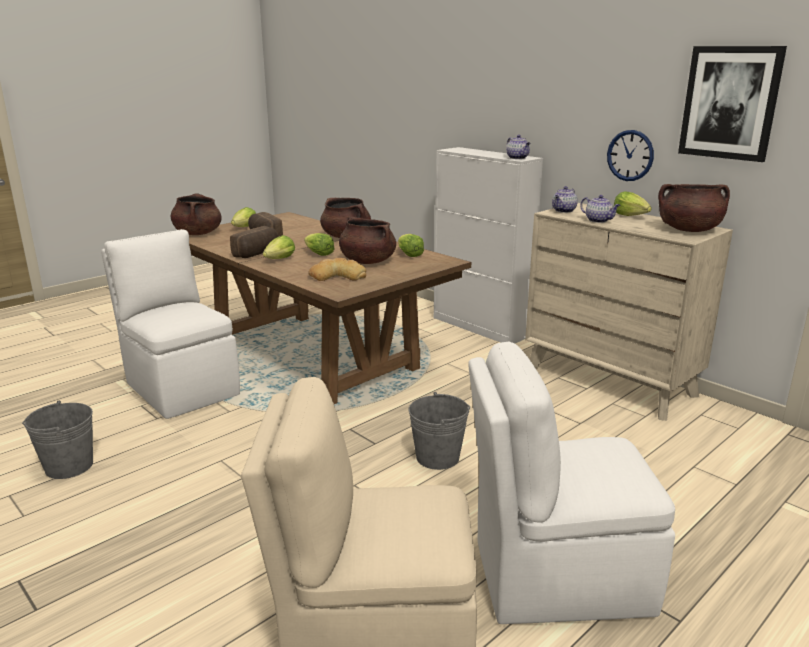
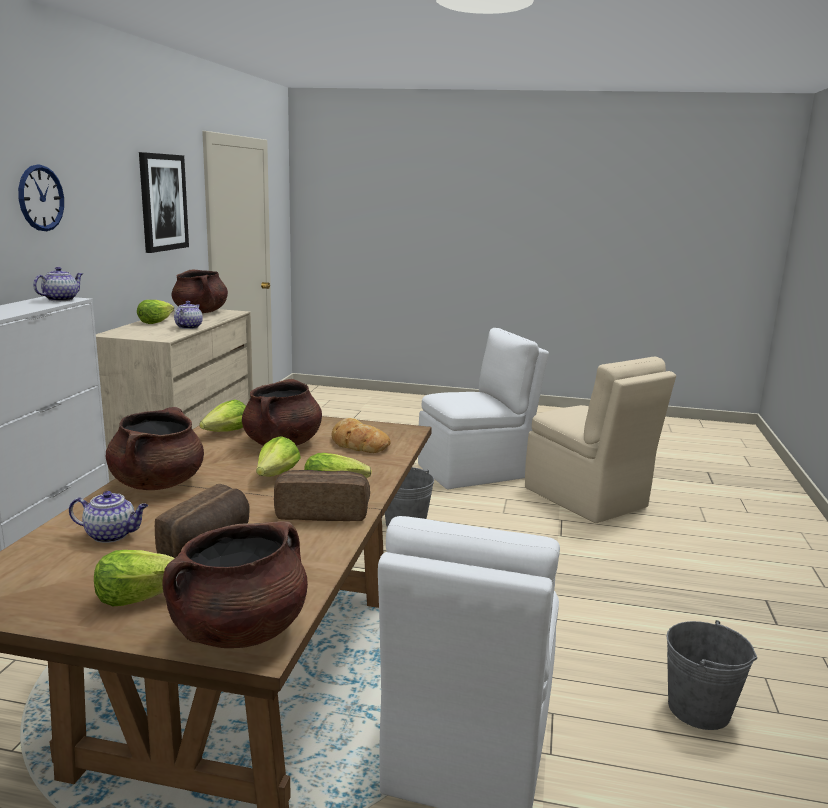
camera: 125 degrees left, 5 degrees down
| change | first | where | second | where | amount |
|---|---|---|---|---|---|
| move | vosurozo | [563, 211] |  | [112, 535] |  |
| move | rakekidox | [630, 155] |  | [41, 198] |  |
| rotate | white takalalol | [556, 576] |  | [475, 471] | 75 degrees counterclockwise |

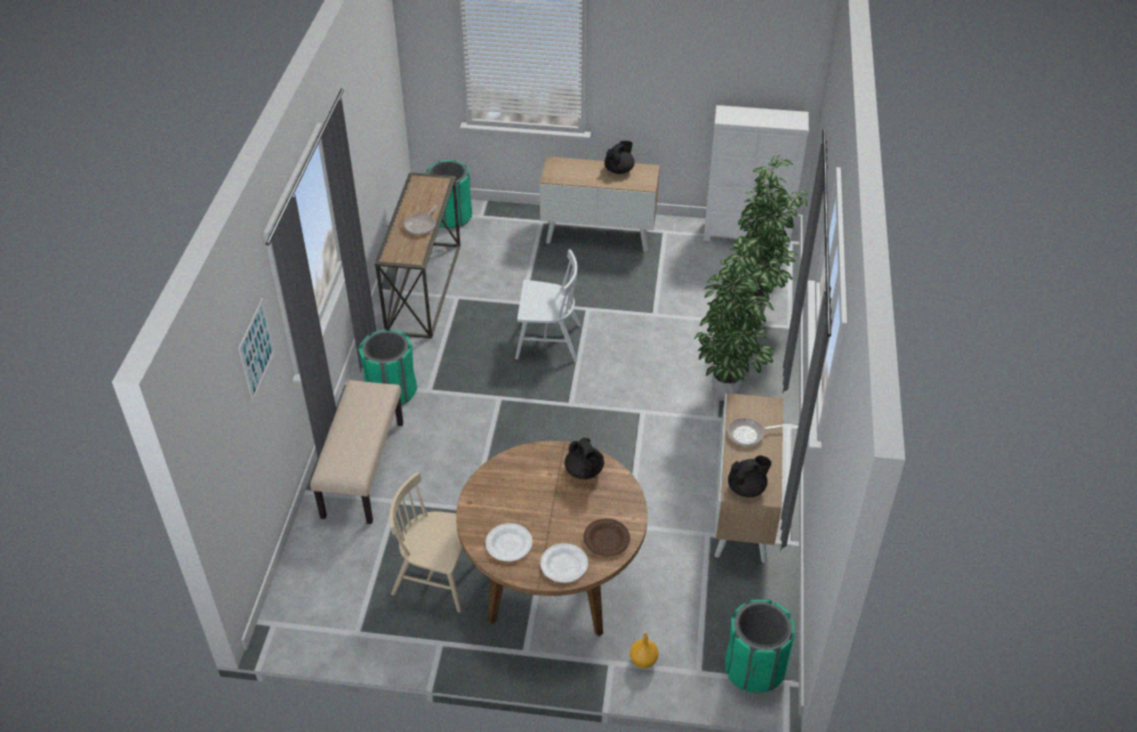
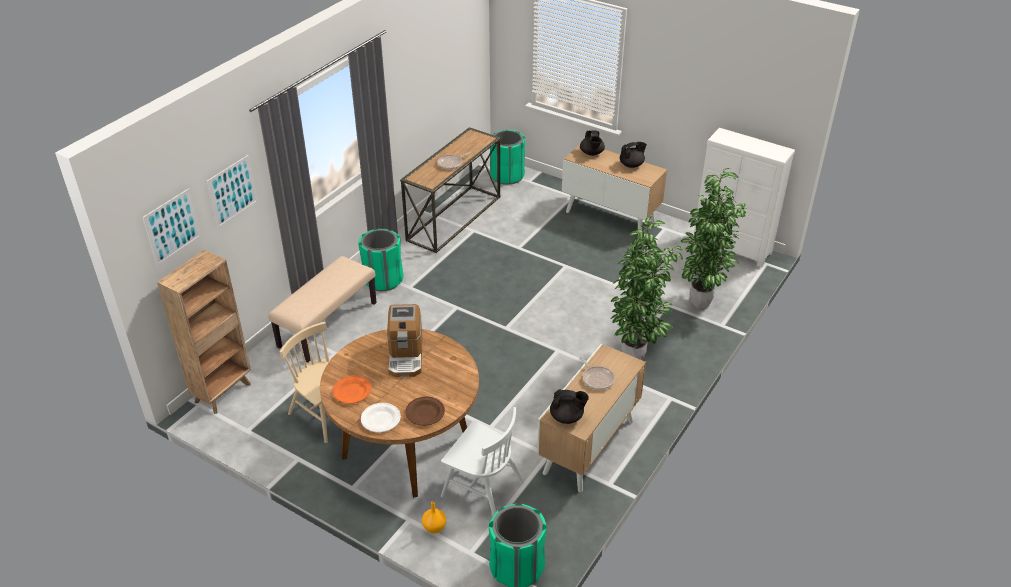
camera: 25 degrees right, 5 degrees down
| change | first | where | second | where | amount |
|---|---|---|---|---|---|
| insert |  |  | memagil | [172, 227] |  |
| insert |  |  | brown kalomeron | [224, 392] |  |
| insert |  |  | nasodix | [405, 356] |  |
| move | white takalalol | [548, 341] |  | [482, 488] |  |
| move | black vosurozo | [584, 471] |  | [592, 153] |  |
| recolor | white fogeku | [508, 544] | orange fogeku | [352, 391] |  |
| rotate | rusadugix | [748, 434] |  | [597, 379] | 135 degrees counterclockwise |

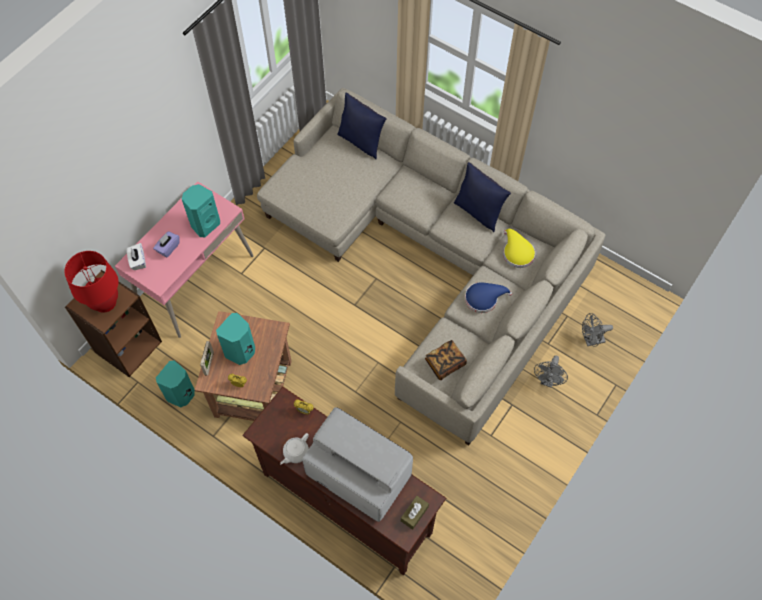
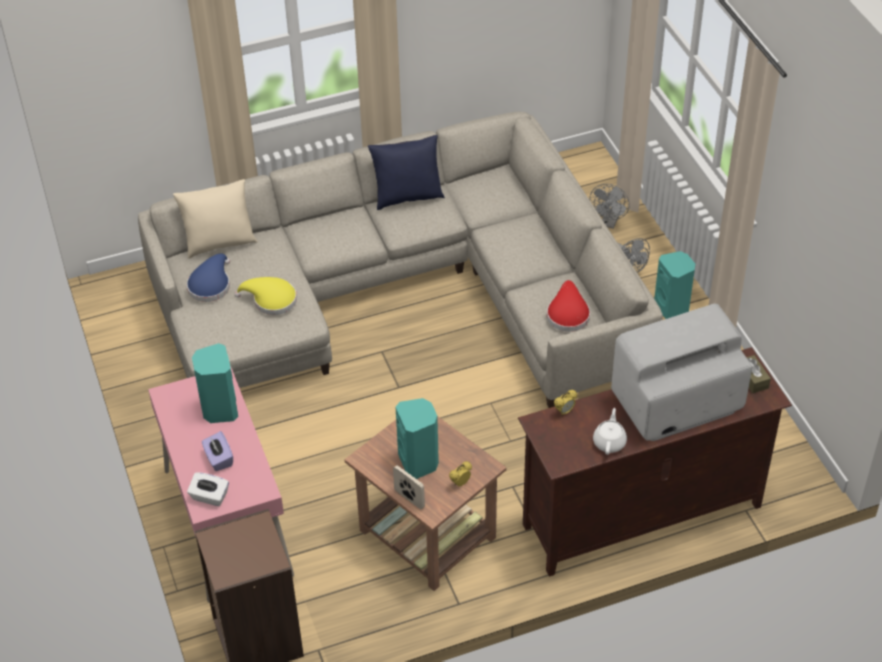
camera: 55 degrees left, 15 degrees down
| change | first | where | second | where | amount |
|---|---|---|---|---|---|
| delete | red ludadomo | [105, 302] |  |  |  |
| move | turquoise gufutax | [181, 395] |  | [672, 308] |  |
| move | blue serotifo | [484, 298] |  | [210, 285] |  |
| move | yellow serotifo | [517, 252] |  | [271, 300] |  |
| replace | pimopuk | [445, 363] | red serotifo | [567, 314] |  |
| recolor | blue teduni | [361, 141] | beige teduni | [219, 243] |  |
| rotate | white vosurozo | [295, 452] |  | [609, 442] | 150 degrees counterclockwise |

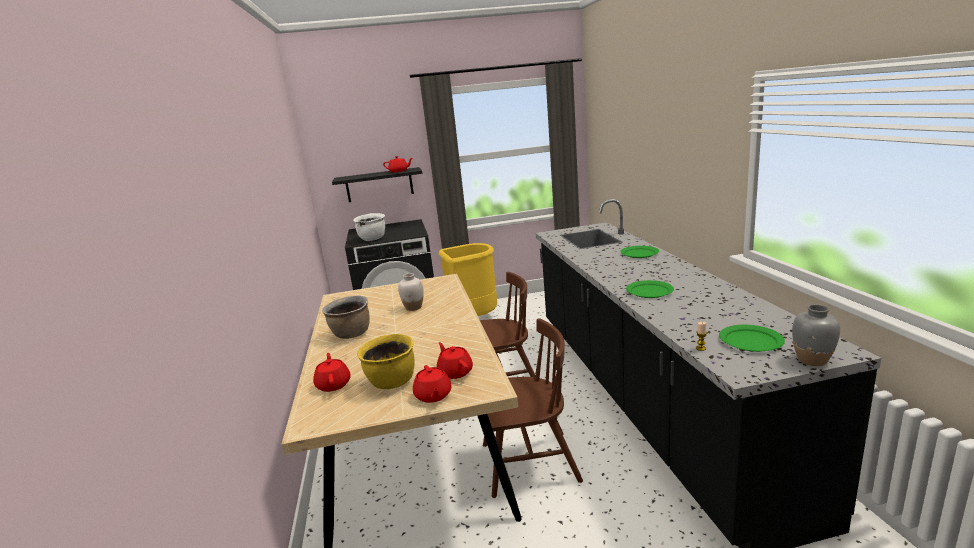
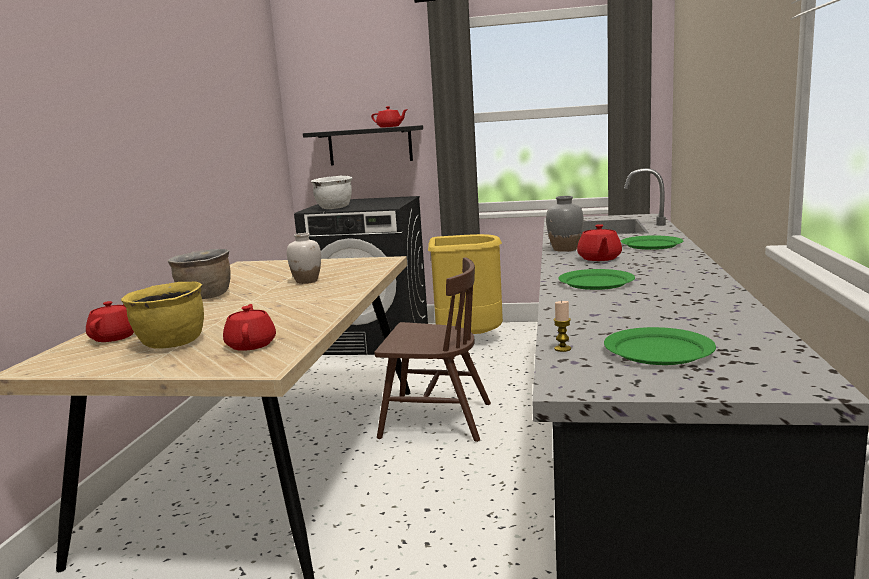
camera: 20 degrees right, 5 degrees down
| change | first | where | second | where | amount |
|---|---|---|---|---|---|
| delete | brown takalalol | [529, 463] |  |  |  |
| move | red vosurozo | [433, 396] |  | [599, 259] |  |
| move | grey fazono | [812, 360] |  | [565, 249] |  |

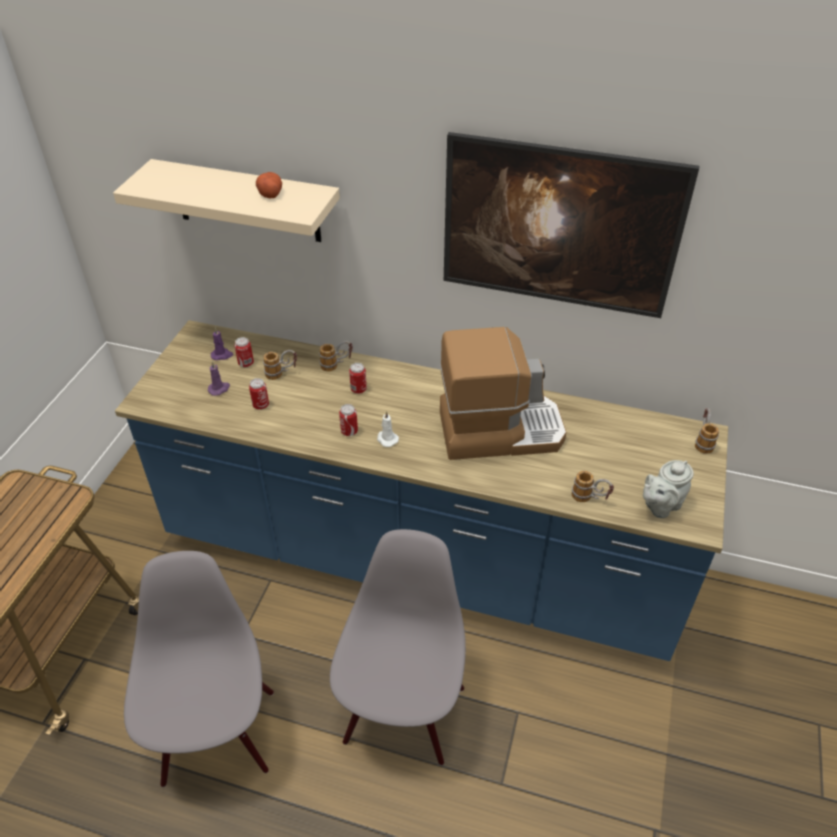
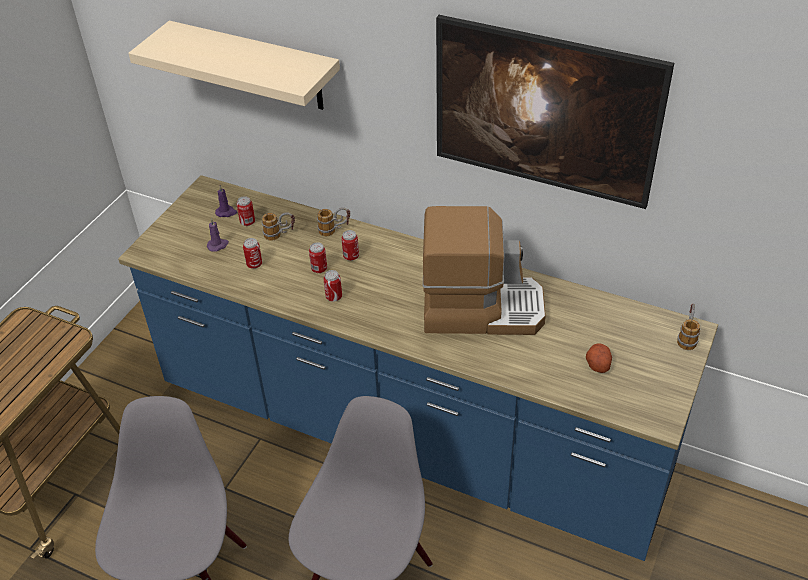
camera: 10 degrees right, 0 degrees up
| change | first | where | second | where | amount |
|---|---|---|---|---|---|
| delete | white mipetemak | [386, 439] |  |  |  |
| delete | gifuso | [590, 498] |  |  |  |
| delete | grey vosurozo | [660, 506] |  |  |  |
| insert |  |  | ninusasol | [319, 269] |  |
| move | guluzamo | [270, 193] |  | [597, 363] |  |

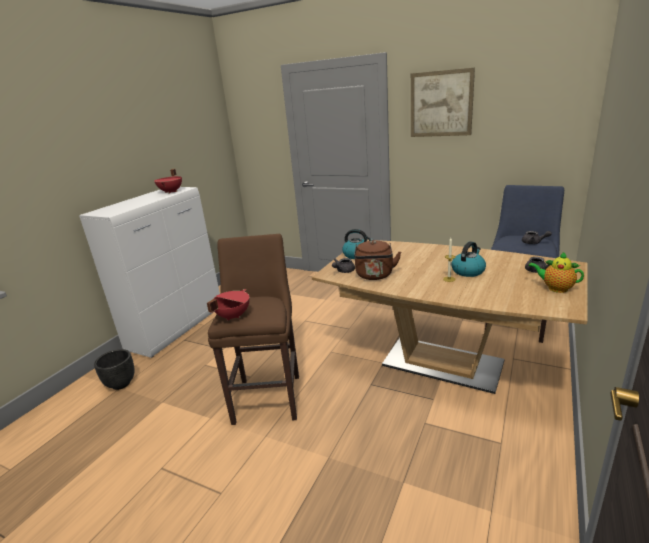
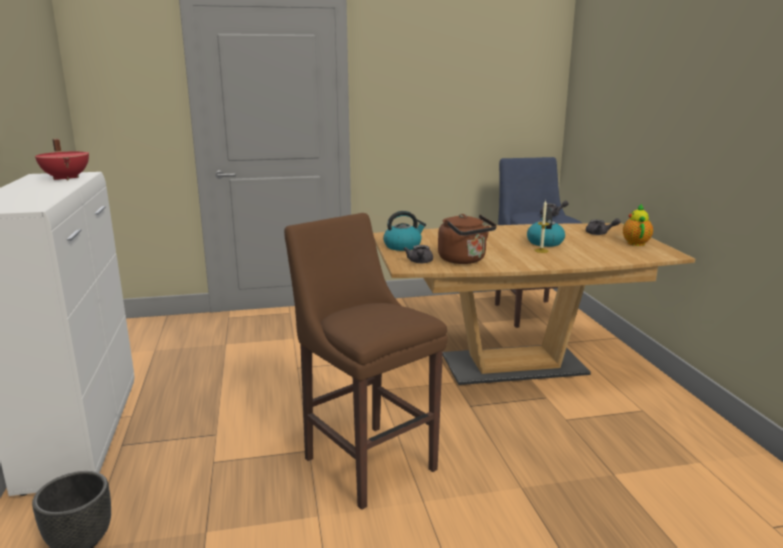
camera: 40 degrees left, 5 degrees down
| change | first | where | second | where | amount |
|---|---|---|---|---|---|
| delete | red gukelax | [232, 316] |  |  |  |
| delete | memagil | [441, 104] |  |  |  |
| rotate | vosurozo | [555, 288] |  | [635, 243] | 105 degrees clockwise |

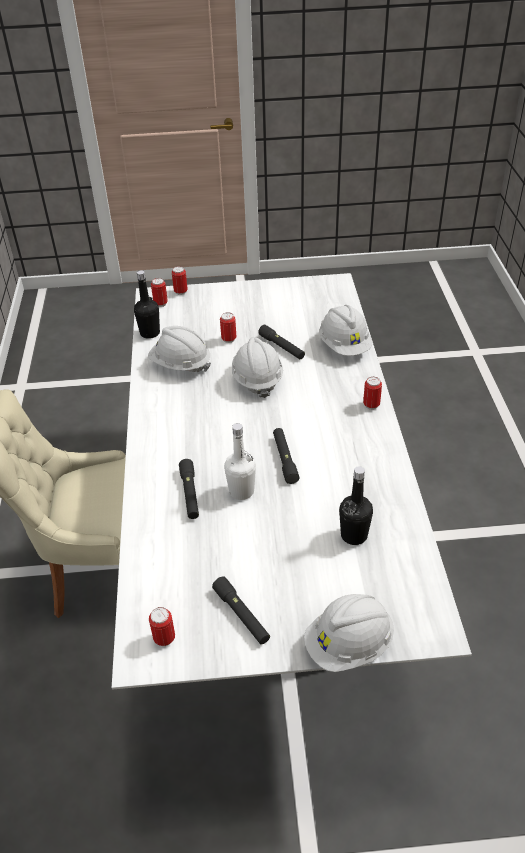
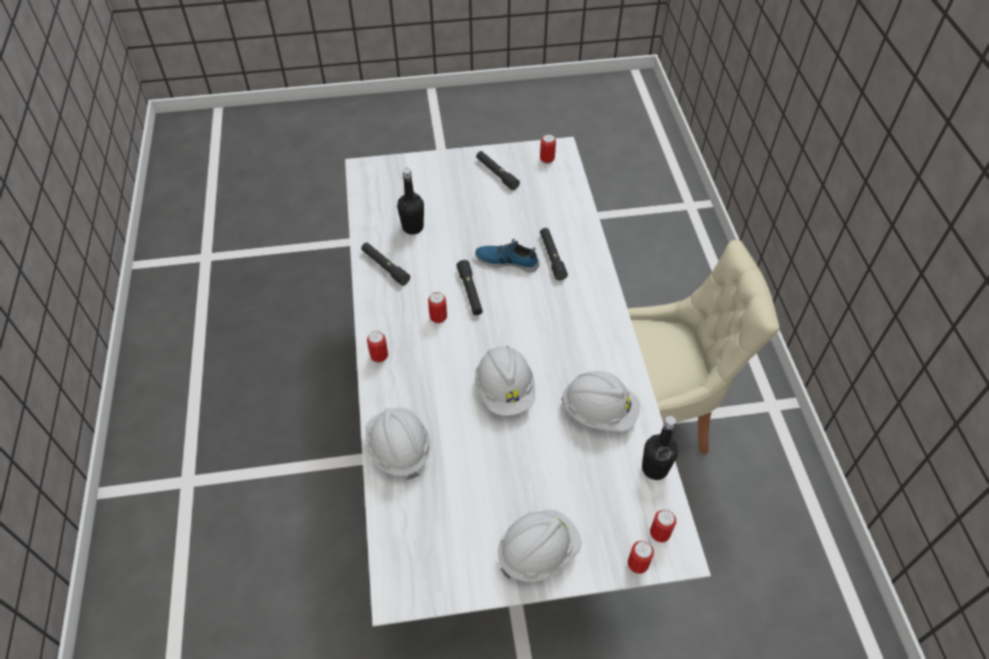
camera: 175 degrees right, 10 degrees up
| change | first | where | second | where | amount |
|---|---|---|---|---|---|
| move | ninusasol | [229, 339] |  | [438, 318] |  |
| move | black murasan | [282, 347] |  | [385, 267] |  |
| move | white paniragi | [349, 645] |  | [538, 552] |  |
| replace | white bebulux | [241, 491] | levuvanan | [507, 260] |  |

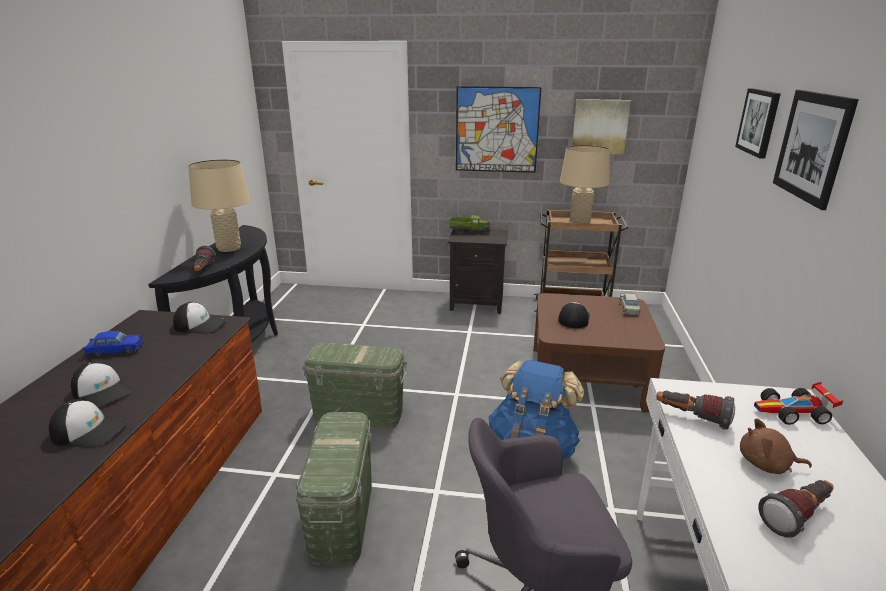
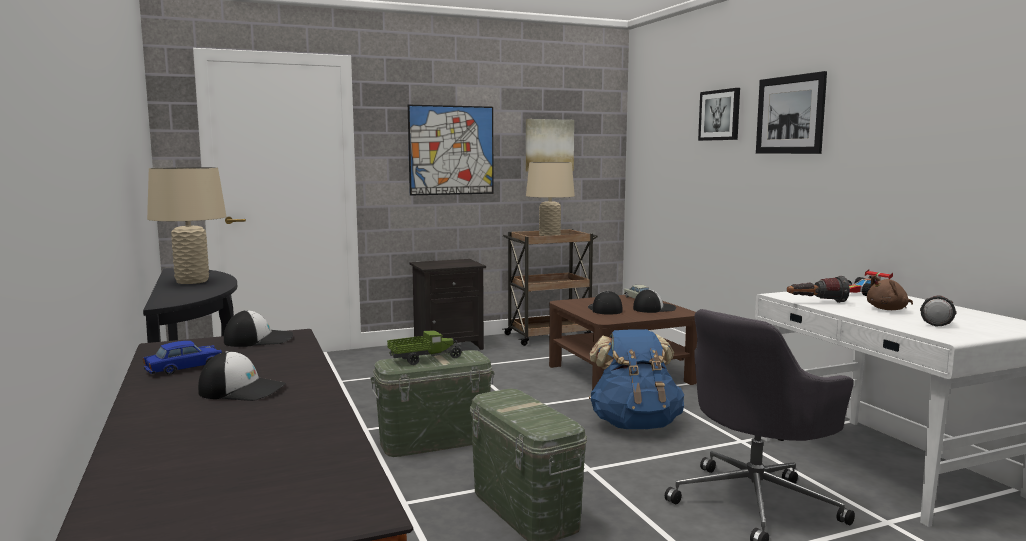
camera: 30 degrees left, 15 degrees down
| change | first | where | second | where | amount |
|---|---|---|---|---|---|
| delete | murasan | [203, 270] |  |  |  |
| move | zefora | [89, 431] |  | [654, 309] |  |
| move | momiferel | [469, 231] |  | [424, 359] |  |

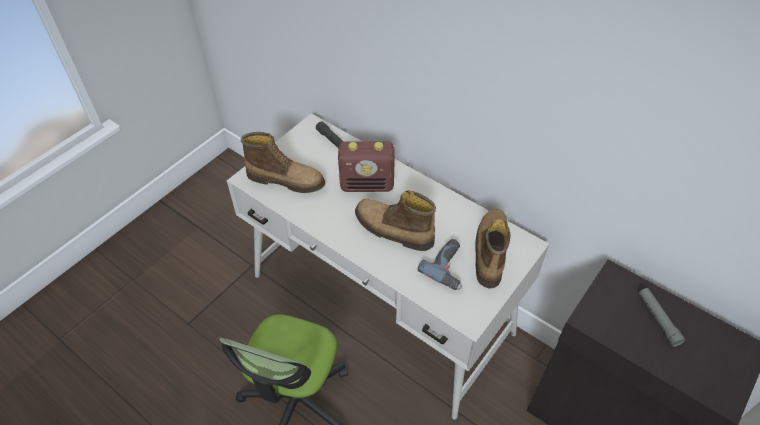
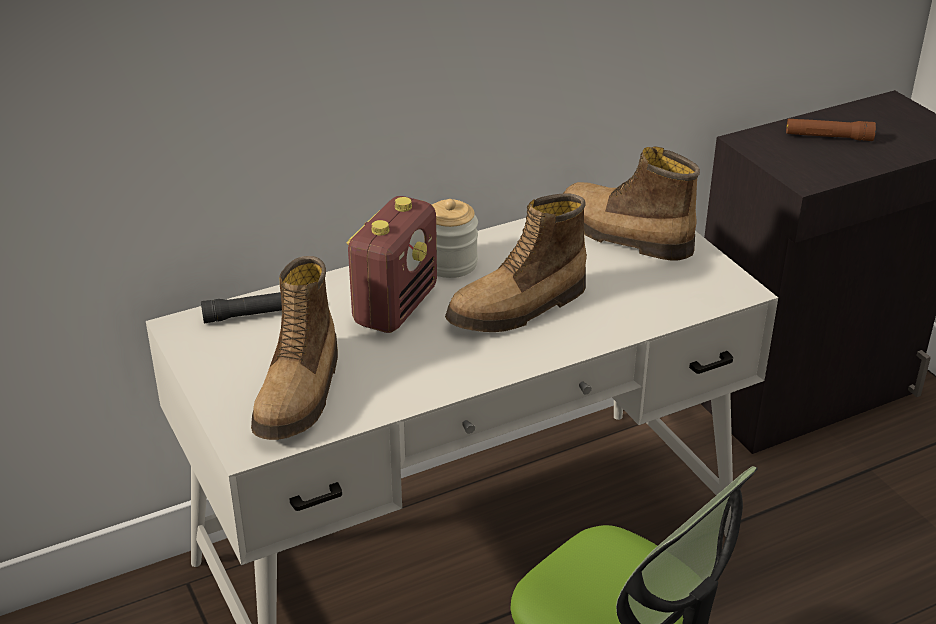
camera: 65 degrees left, 15 degrees down
| change | first | where | second | where | amount |
|---|---|---|---|---|---|
| delete | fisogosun | [449, 267] |  |  |  |
| insert |  |  | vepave | [450, 264] |  |
| recolor | grey murasan | [658, 319] | brown murasan | [828, 137] |  |
| rotate | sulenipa | [286, 179] |  | [300, 394] | 150 degrees clockwise |

